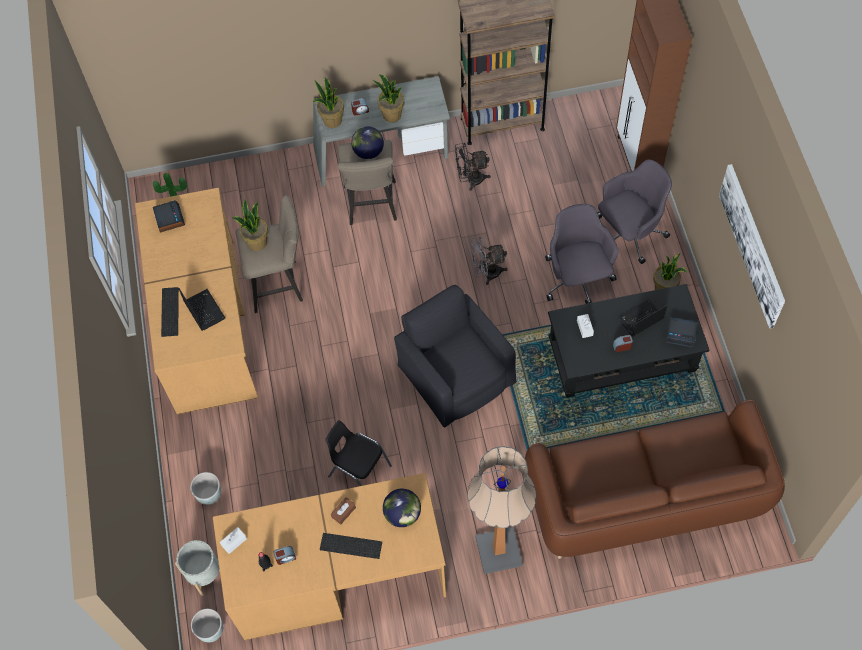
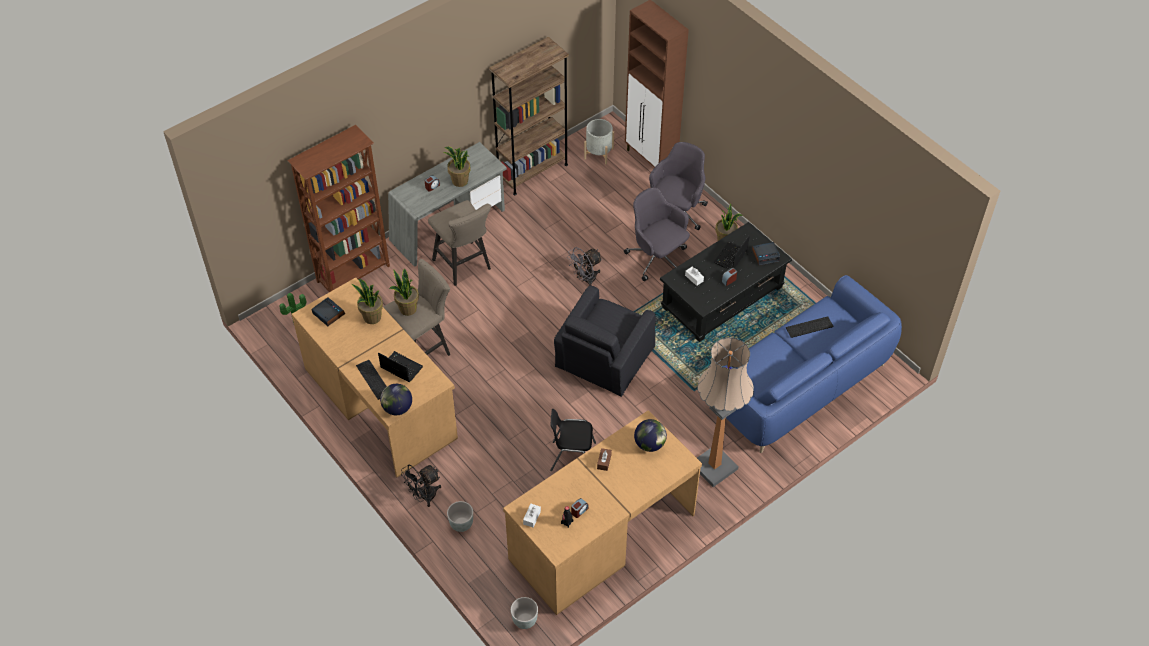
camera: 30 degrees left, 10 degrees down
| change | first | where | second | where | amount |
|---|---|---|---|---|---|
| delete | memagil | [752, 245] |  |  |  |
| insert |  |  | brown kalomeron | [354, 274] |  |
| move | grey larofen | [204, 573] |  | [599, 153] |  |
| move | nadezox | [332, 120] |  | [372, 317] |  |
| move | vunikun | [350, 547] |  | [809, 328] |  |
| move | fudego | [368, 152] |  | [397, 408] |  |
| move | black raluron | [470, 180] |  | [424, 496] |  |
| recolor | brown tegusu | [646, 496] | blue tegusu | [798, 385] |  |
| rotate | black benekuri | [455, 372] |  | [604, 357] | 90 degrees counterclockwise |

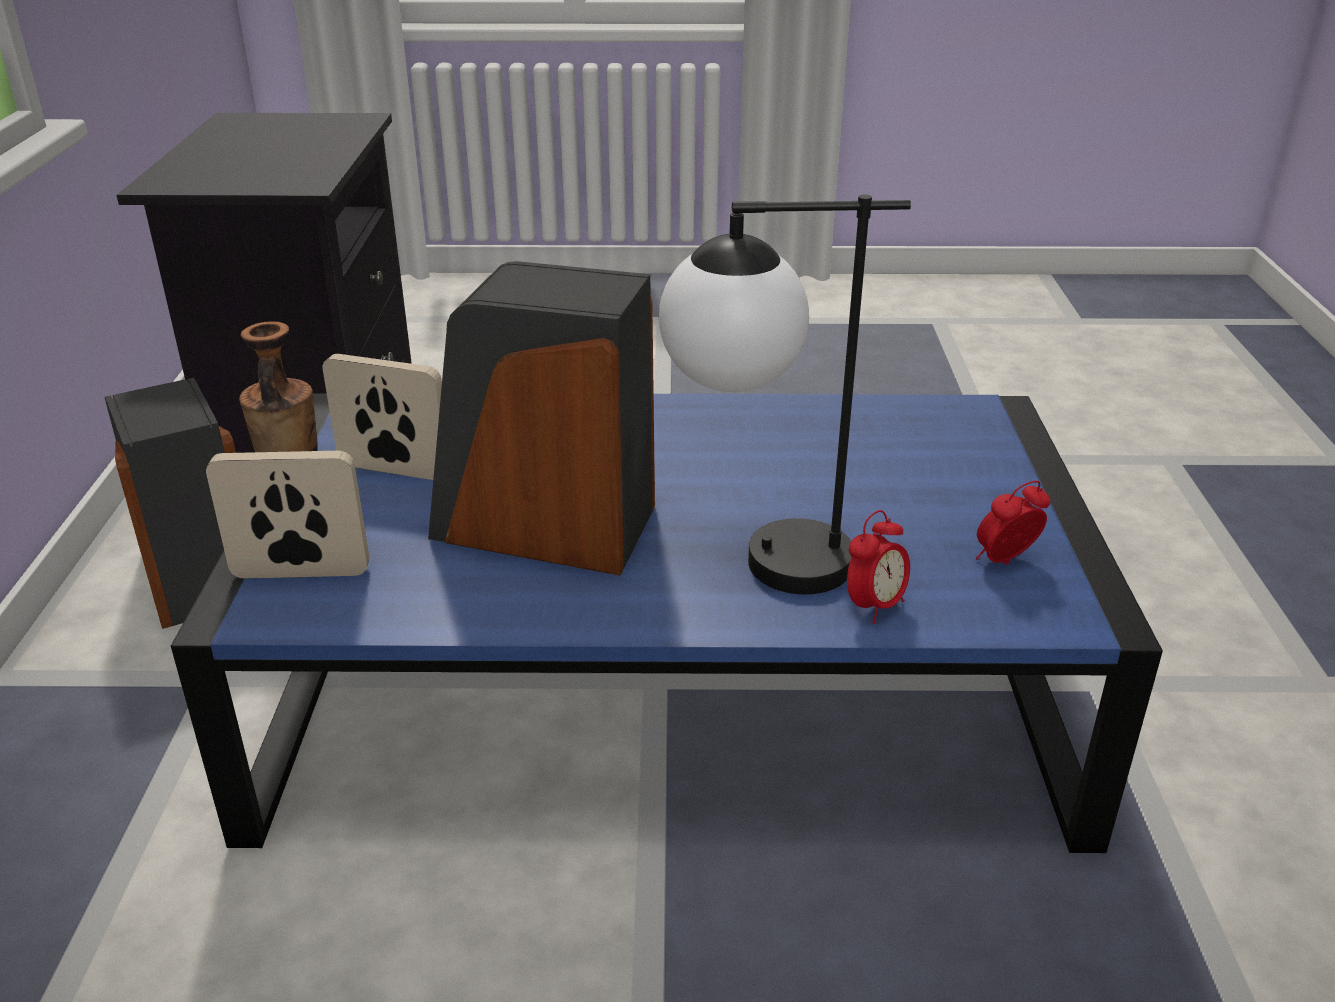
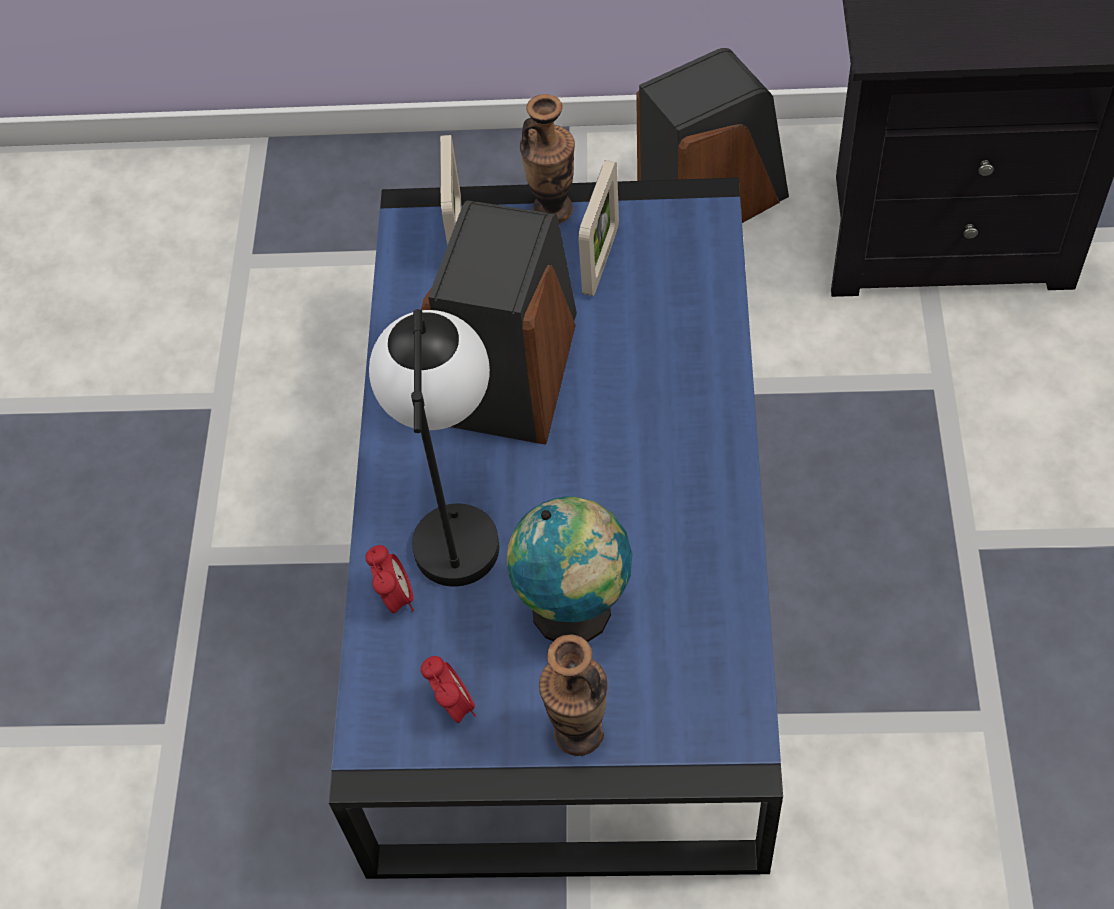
camera: 95 degrees right, 25 degrees up
| change | first | where | second | where | amount |
|---|---|---|---|---|---|
| insert |  |  | fudego | [576, 612] |  |
| insert |  |  | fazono | [578, 732] |  |
| rotate | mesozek | [874, 606] |  | [395, 597] | 150 degrees counterclockwise |

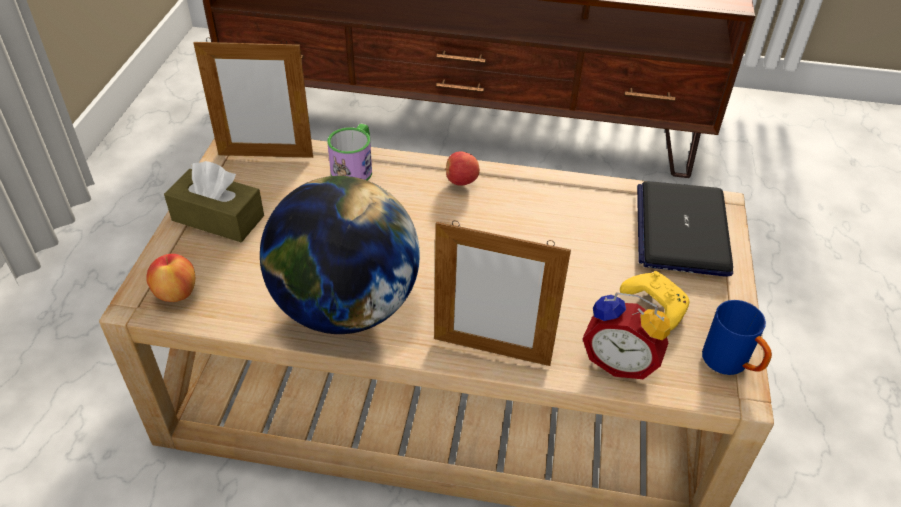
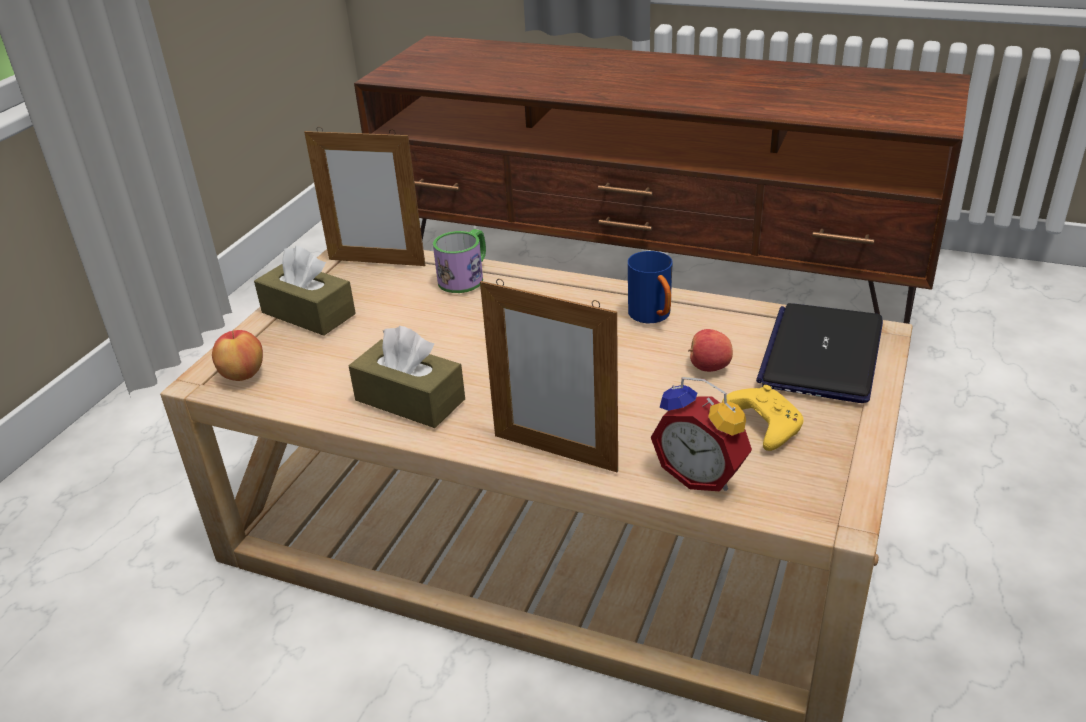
camera: 15 degrees right, 10 degrees down
| change | first | where | second | where | amount |
|---|---|---|---|---|---|
| move | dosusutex | [461, 181] |  | [709, 367] |  |
| move | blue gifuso | [731, 364] |  | [653, 317] |  |
| replace | fudego | [345, 307] | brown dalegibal | [410, 400] |  |

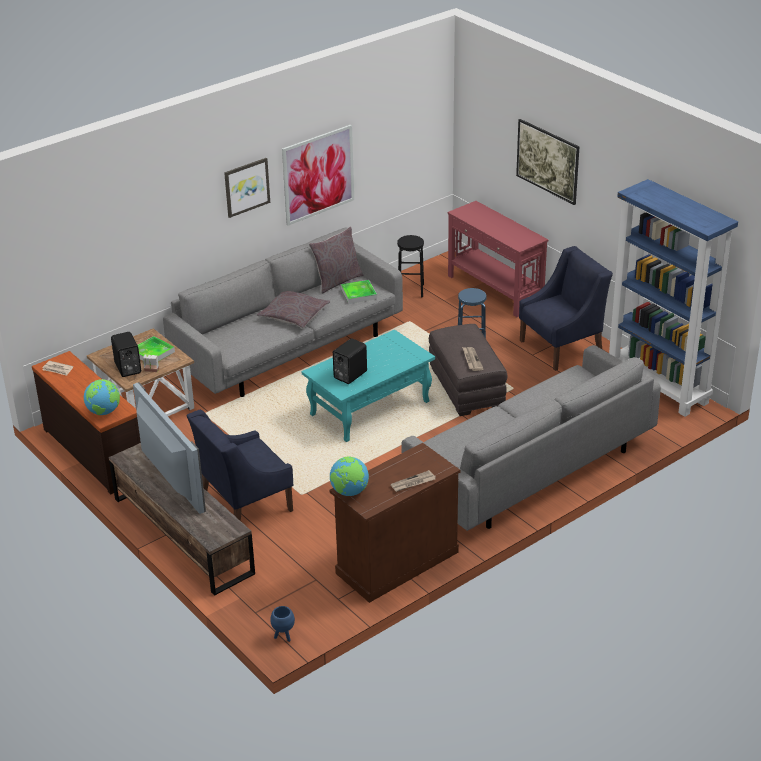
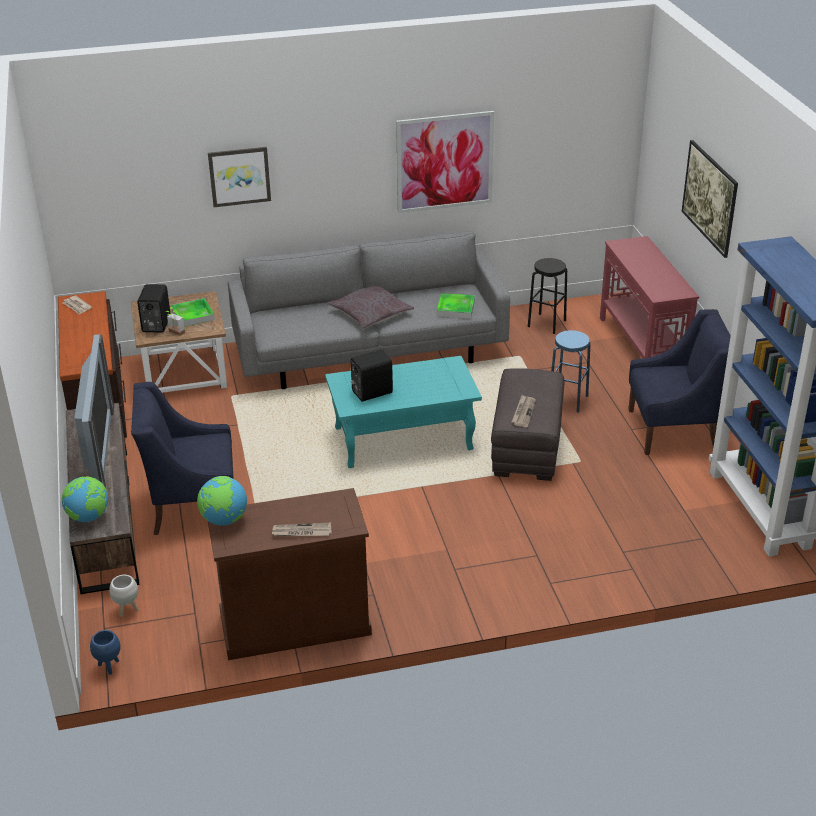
camera: 25 degrees right, 0 degrees up
| change | first | where | second | where | amount |
|---|---|---|---|---|---|
| delete | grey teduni | [337, 281] |  |  |  |
| delete | grey tegusu | [529, 469] |  |  |  |
| insert |  |  | white larofen | [127, 610] |  |
| move | fudego | [104, 412] |  | [89, 517] |  |
| move | memagil | [246, 187] |  | [239, 176] |  |

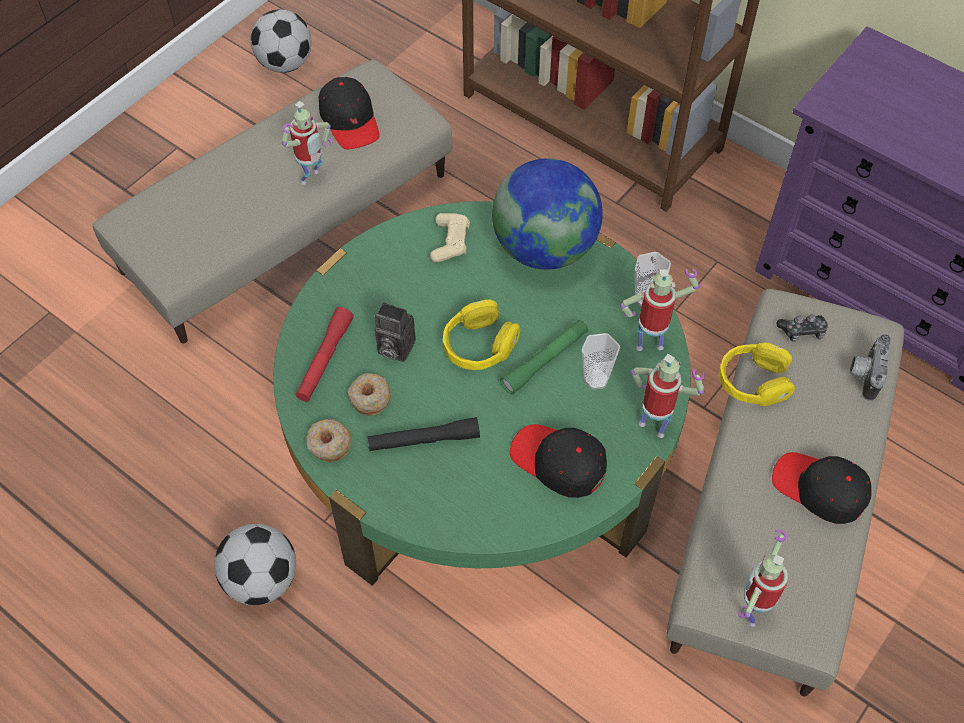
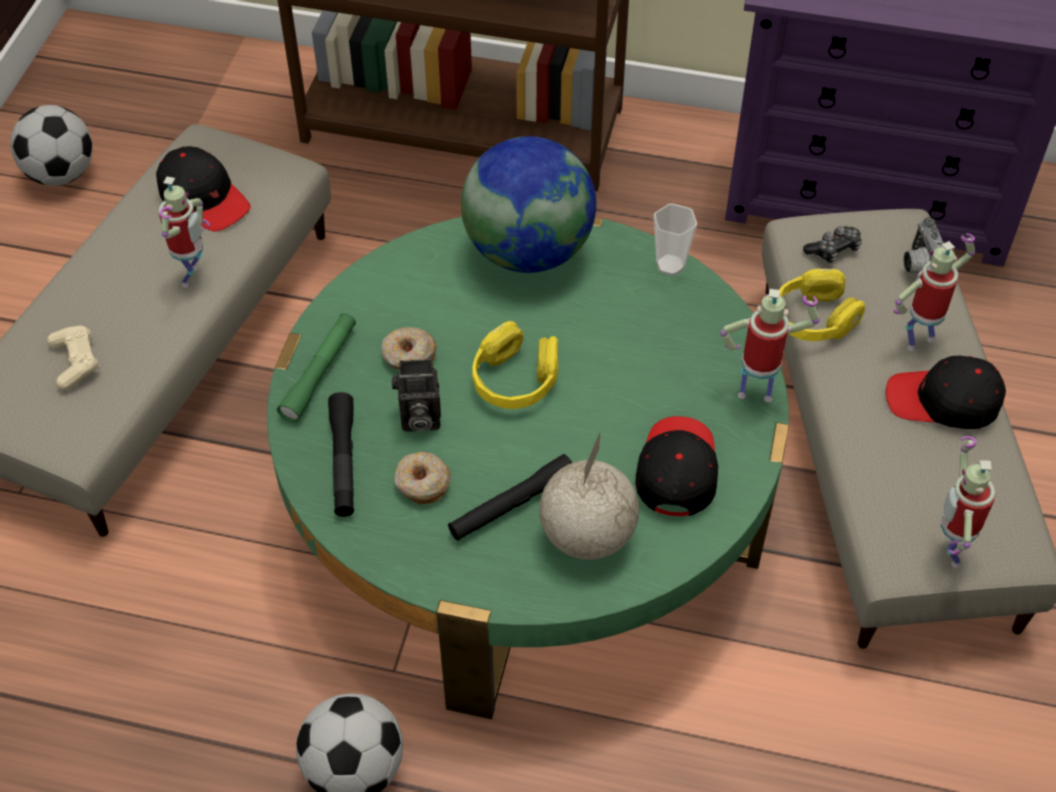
camera: 25 degrees left, 5 degrees down
| change | first | where | second | where | amount |
|---|---|---|---|---|---|
| delete | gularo | [596, 379] |  |  |  |
| insert |  |  | fudego | [586, 537] |  |
| move | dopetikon | [329, 444] |  | [409, 356] |  |
| move | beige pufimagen | [450, 242] |  | [75, 362] |  |
| move | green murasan | [545, 360] |  | [320, 373] |  |
| move | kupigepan | [650, 344] |  | [918, 340] |  |
| recolor | red murasan | [325, 359] | black murasan | [343, 461] |  |
| rotate | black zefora | [558, 462] |  | [676, 470] | 90 degrees clockwise |

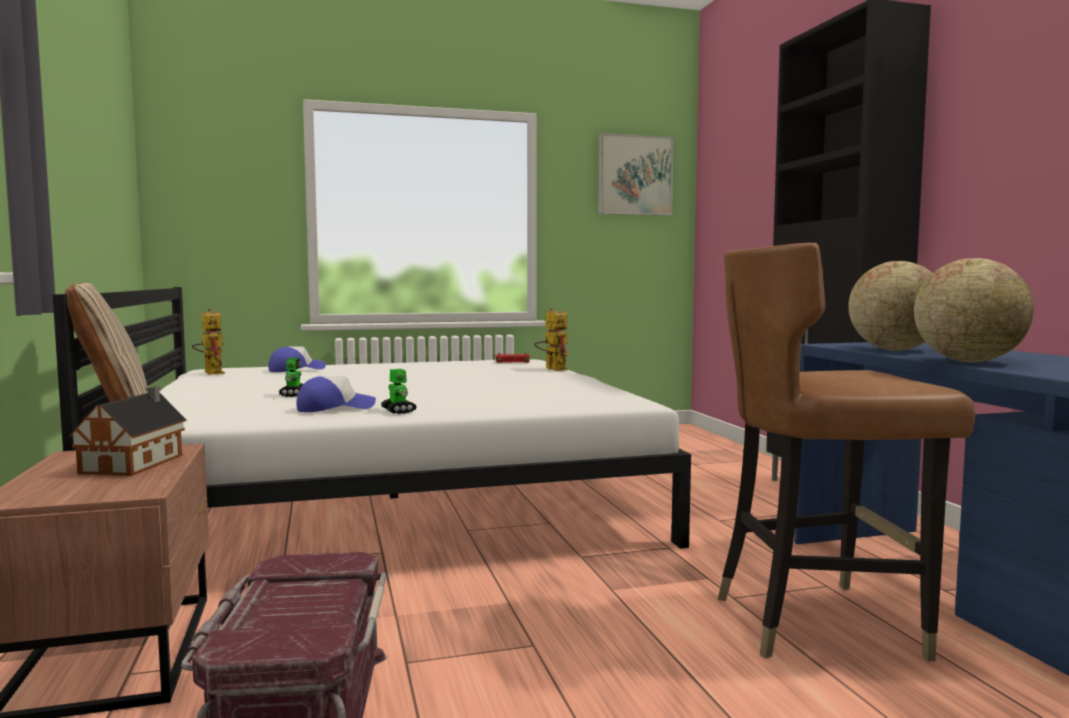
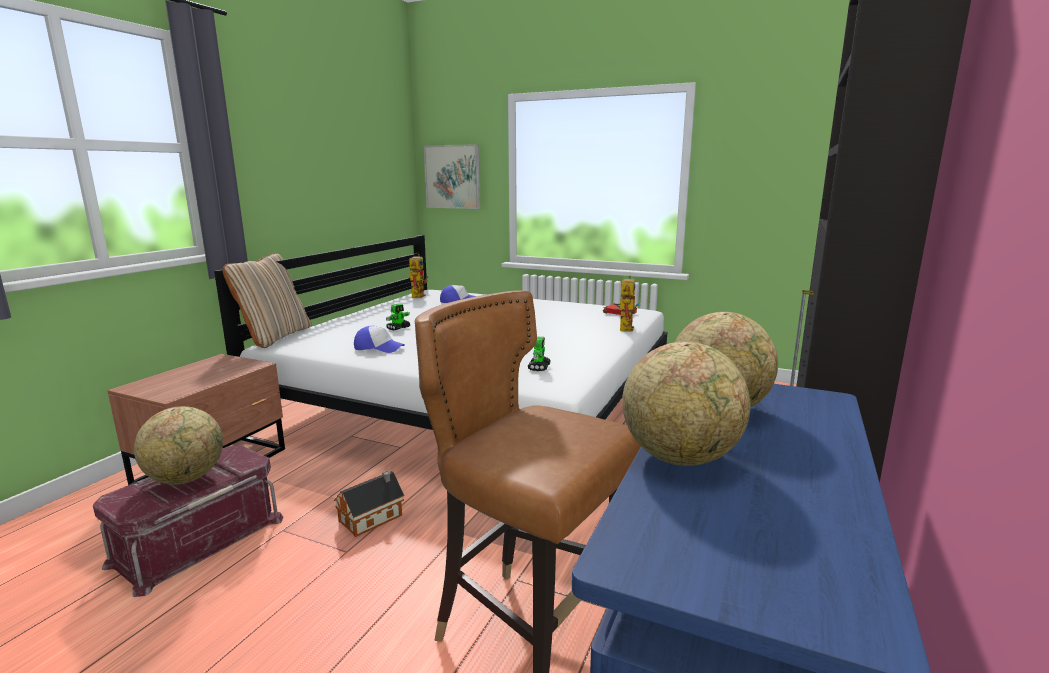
camera: 40 degrees right, 10 degrees up
| change | first | where | second | where | amount |
|---|---|---|---|---|---|
| insert |  |  | fudego | [187, 478] |  |
| move | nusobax | [136, 463] |  | [373, 517] |  |
| move | kupigepan | [398, 411] |  | [539, 367] |  |
| move | memagil | [635, 175] |  | [452, 177] |  |

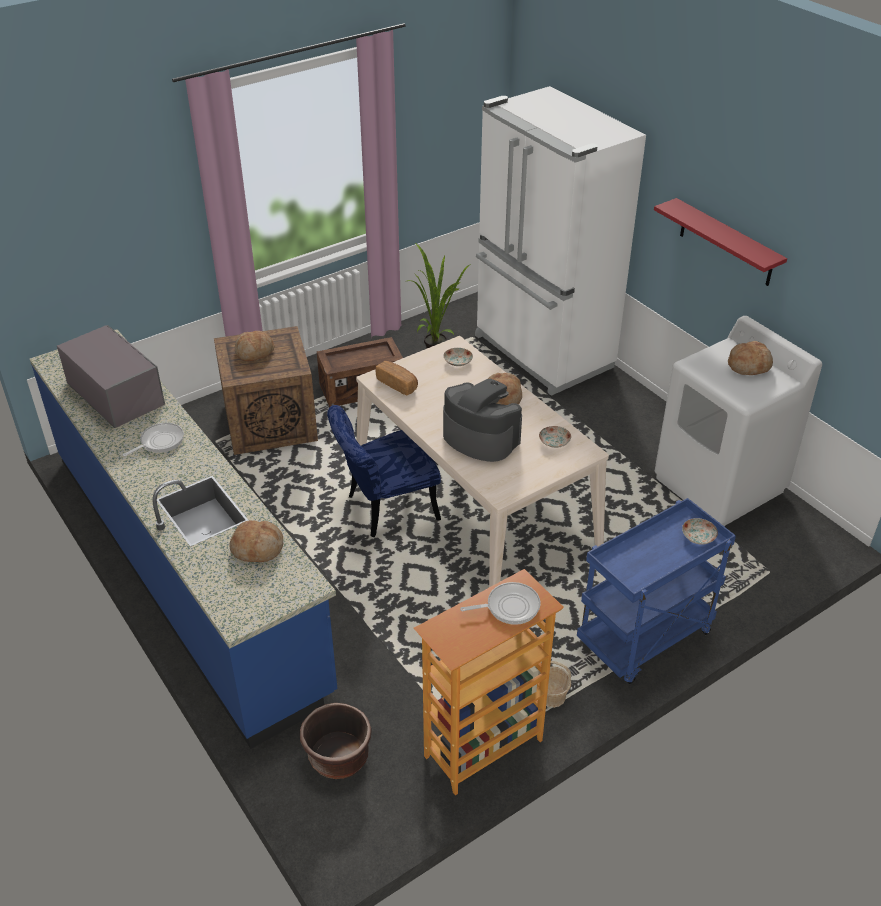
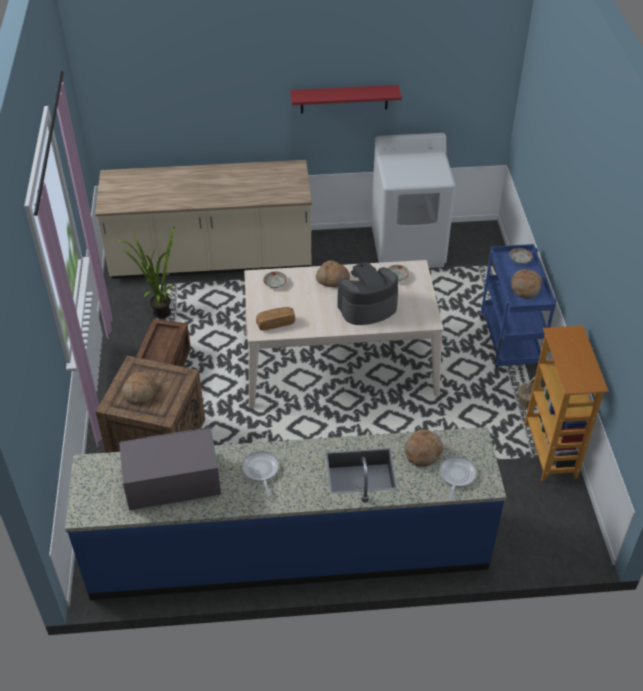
camera: 60 degrees left, 5 degrees up
| change | first | where | second | where | amount |
|---|---|---|---|---|---|
| delete | brown larofen | [338, 757] |  |  |  |
| delete | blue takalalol | [384, 508] |  |  |  |
| move | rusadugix | [509, 607] |  | [456, 476] |  |
| move | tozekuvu | [749, 365] |  | [525, 288] |  |
| replace | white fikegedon | [542, 353] | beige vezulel | [211, 259] |  |

